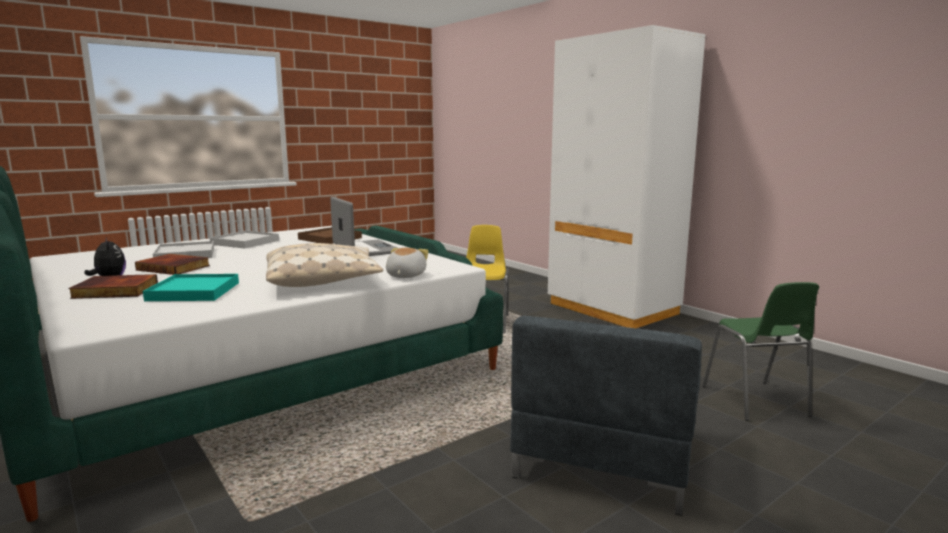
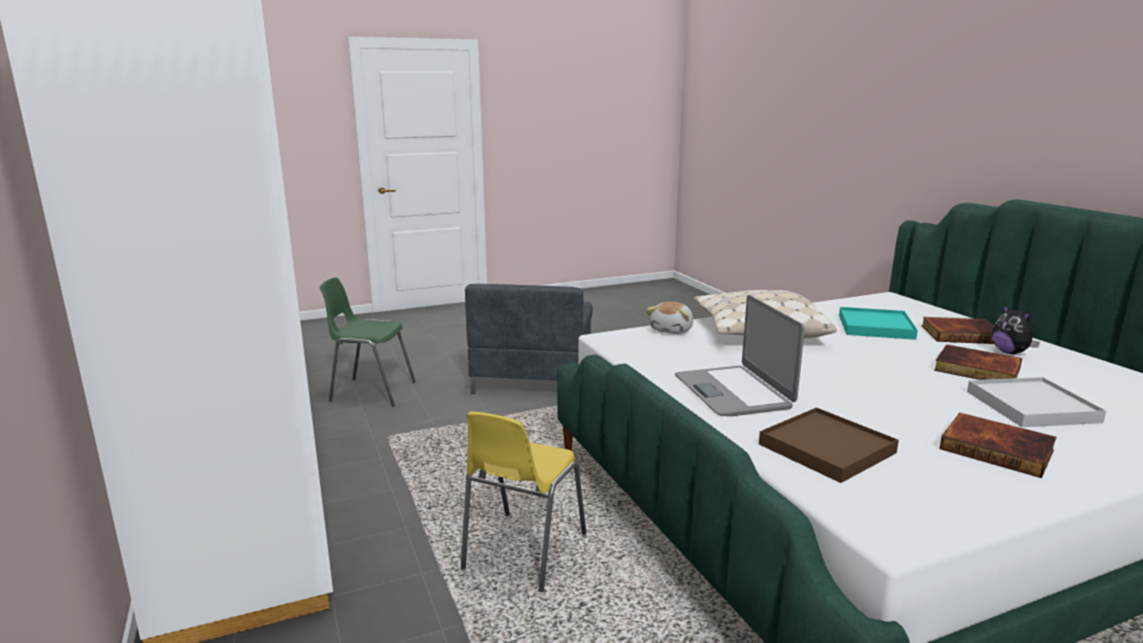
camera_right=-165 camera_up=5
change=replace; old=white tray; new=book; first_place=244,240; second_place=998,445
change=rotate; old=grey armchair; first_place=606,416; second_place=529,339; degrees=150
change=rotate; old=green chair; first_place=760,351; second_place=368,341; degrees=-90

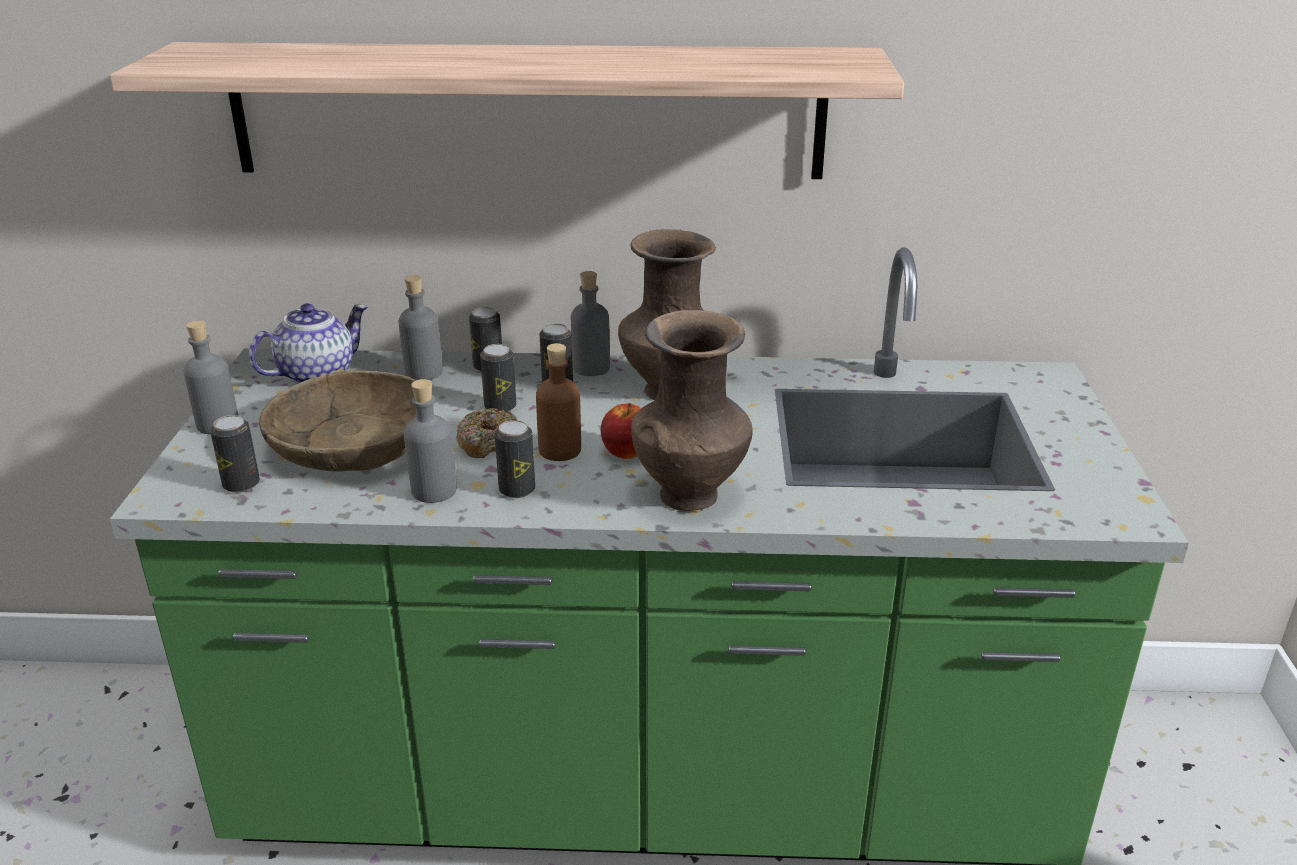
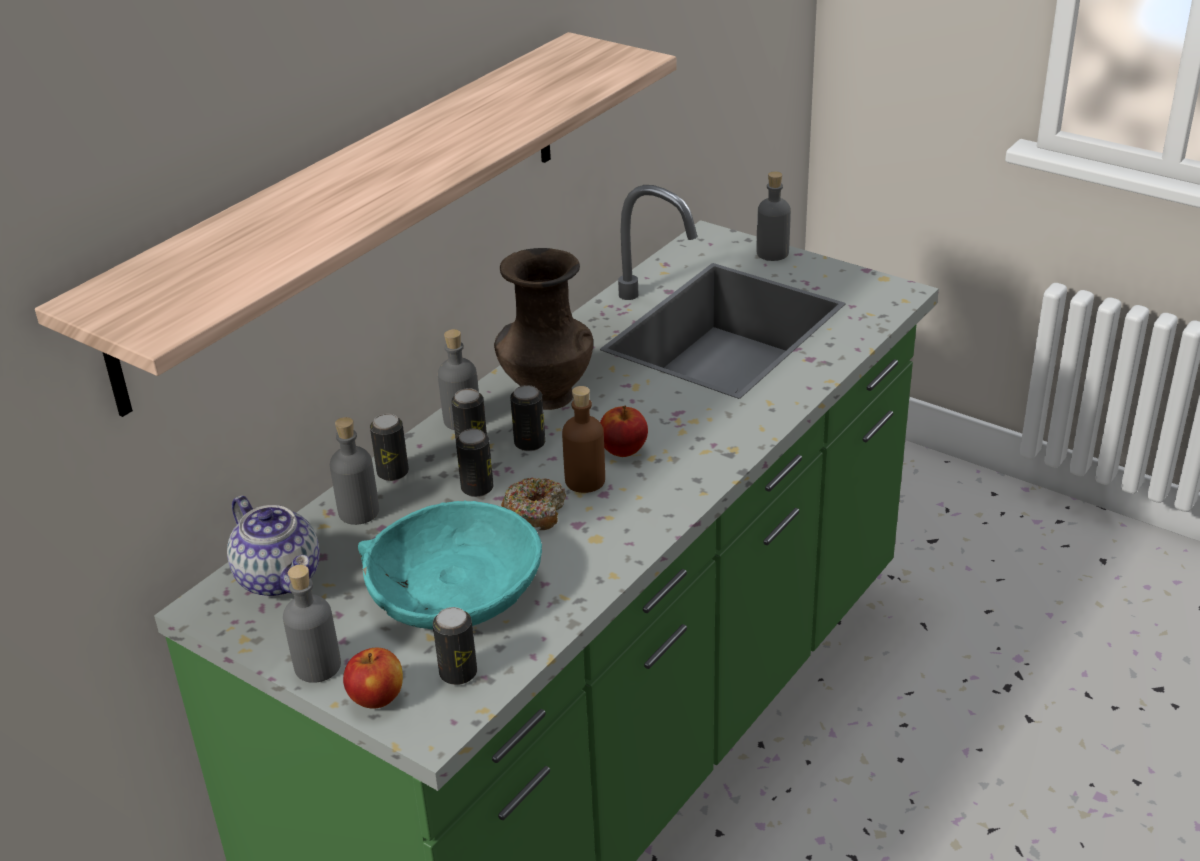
camera_right=-55 camera_up=5
change=rotate; old=teapot; first_place=308,343; second_place=273,546; degrees=150
change=recolor; old=brown bowl; new=turquoise bowl; first_place=338,420; second_place=450,564
change=move; old=grey bottle; first_place=430,441; second_place=774,216
change=move; old=can; first_place=515,459; second_place=527,418
change=delete; old=brown vase; first_place=692,410
change=insert; new=apple; second_place=373,678

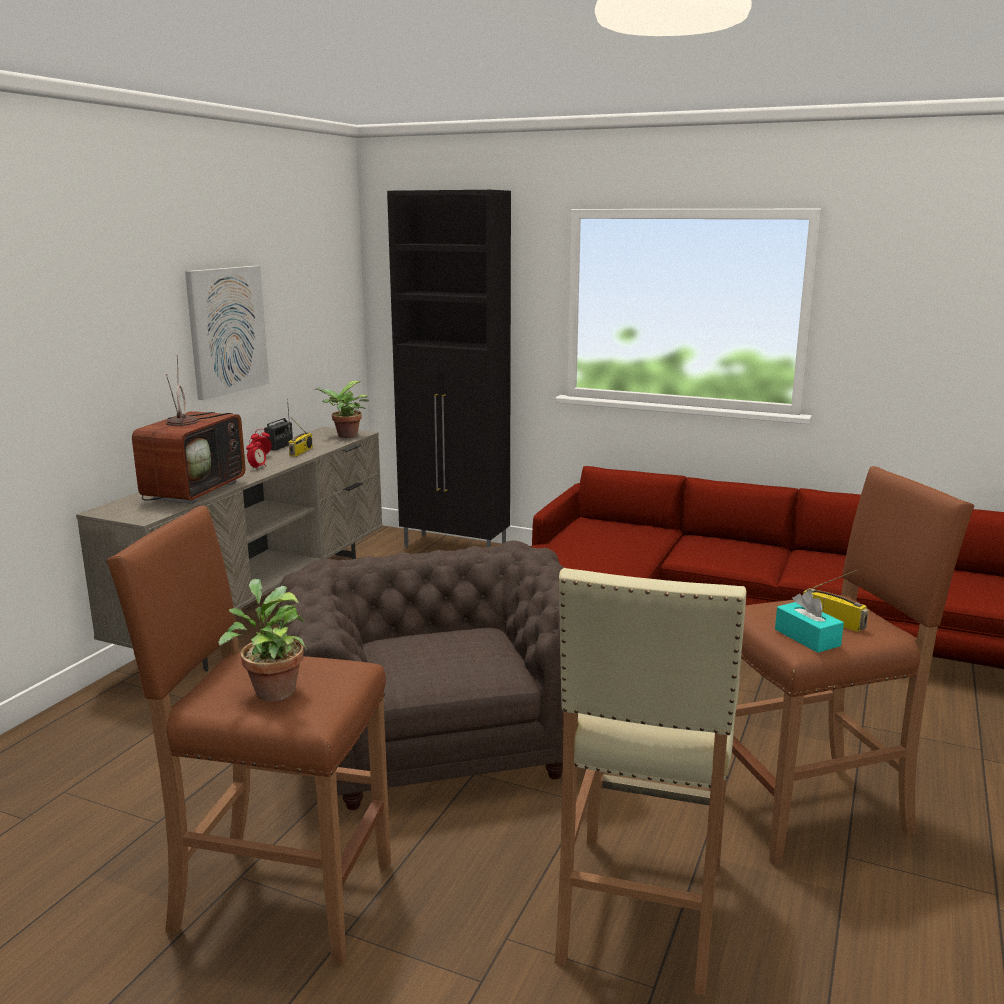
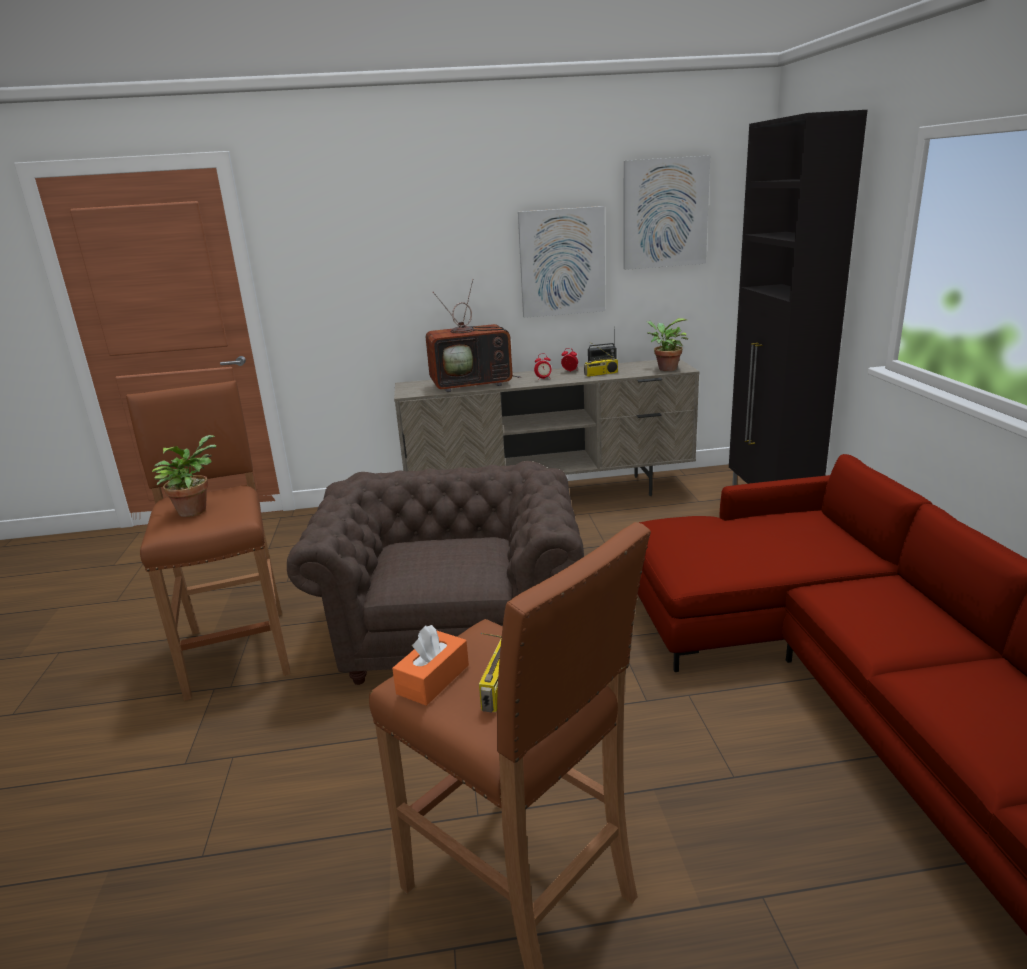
camera_right=60 camera_up=5
change=rotate; old=brown armchair; first_place=422,675; second_place=435,573; degrees=-45
change=delete; old=beige stool; first_place=650,782
change=recolor; old=turquoise tissue box; new=orange tissue box; first_place=809,622; second_place=430,665
change=insert; new=picture; second_place=667,212

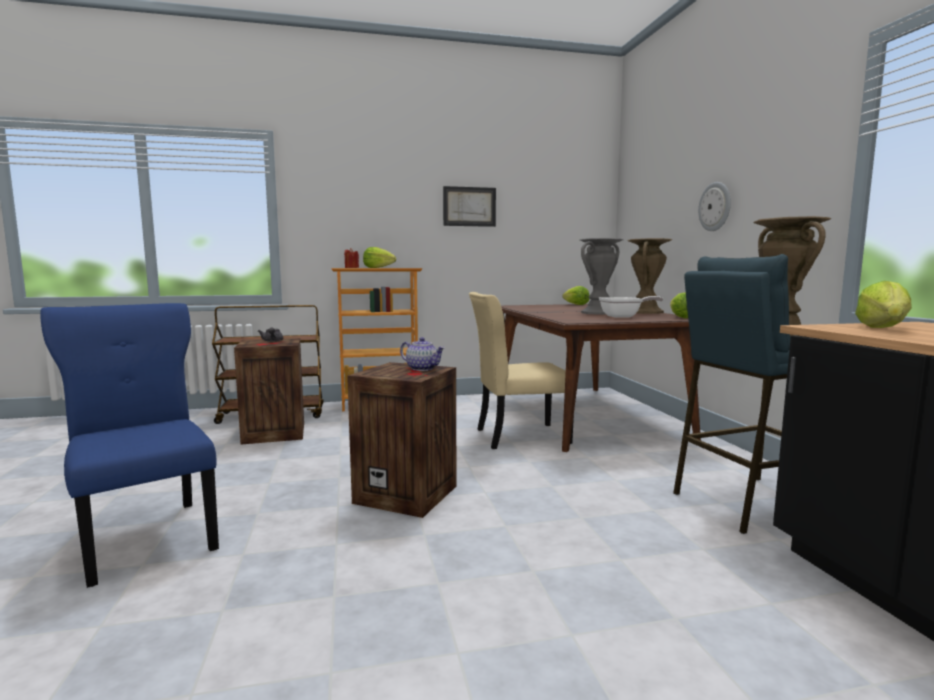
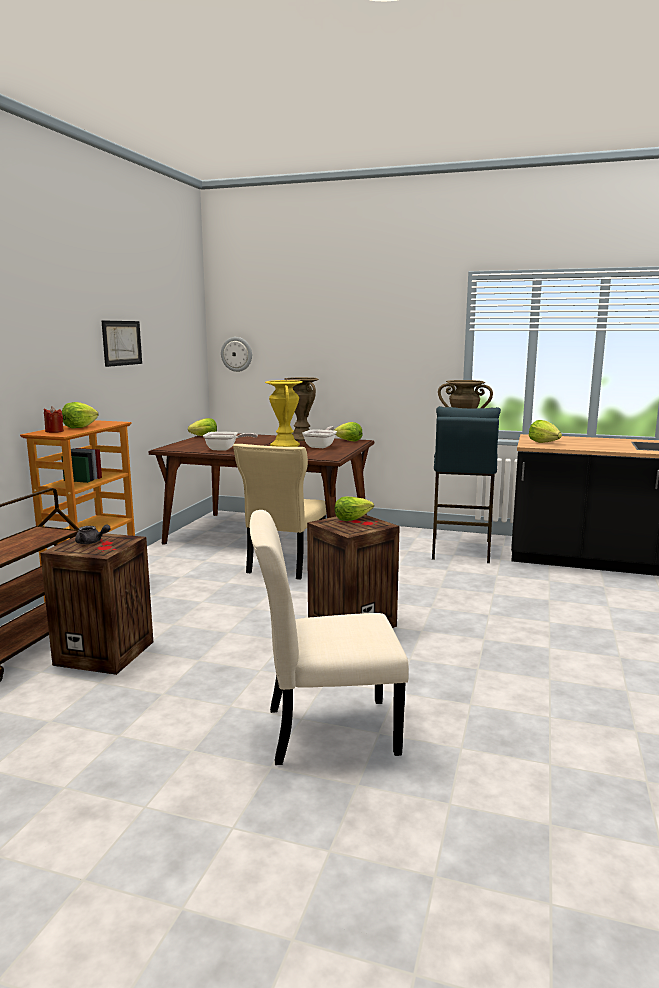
camera_right=-60 camera_up=5
change=recolor; old=blue chair; new=beige chair; first_place=129,445; second_place=329,637
change=replace; old=teapot; new=lettuce; first_place=422,354; second_place=354,508
change=recolor; old=grey vase; new=yellow vase; first_place=601,276; second_place=284,413
change=move; old=wall clock; first_place=714,206; second_place=236,354
change=insert; new=frying pan; second_place=230,441

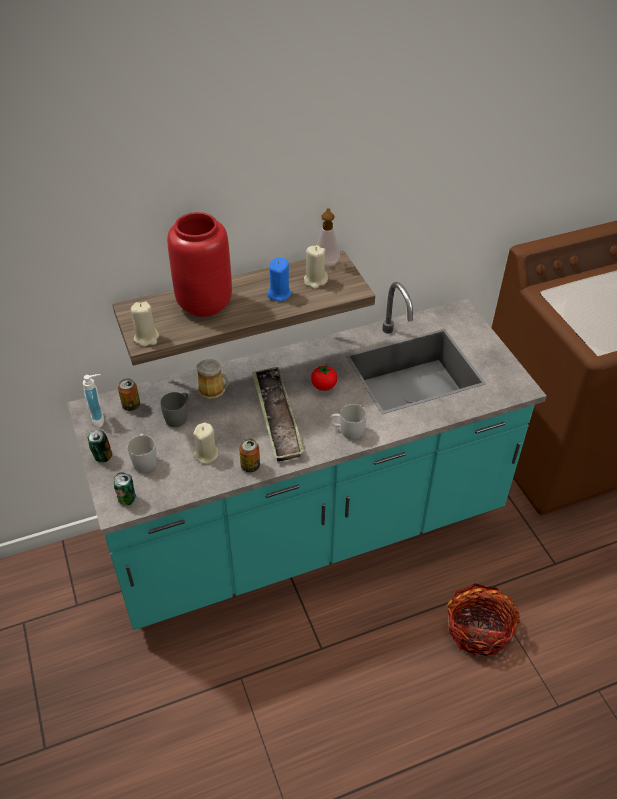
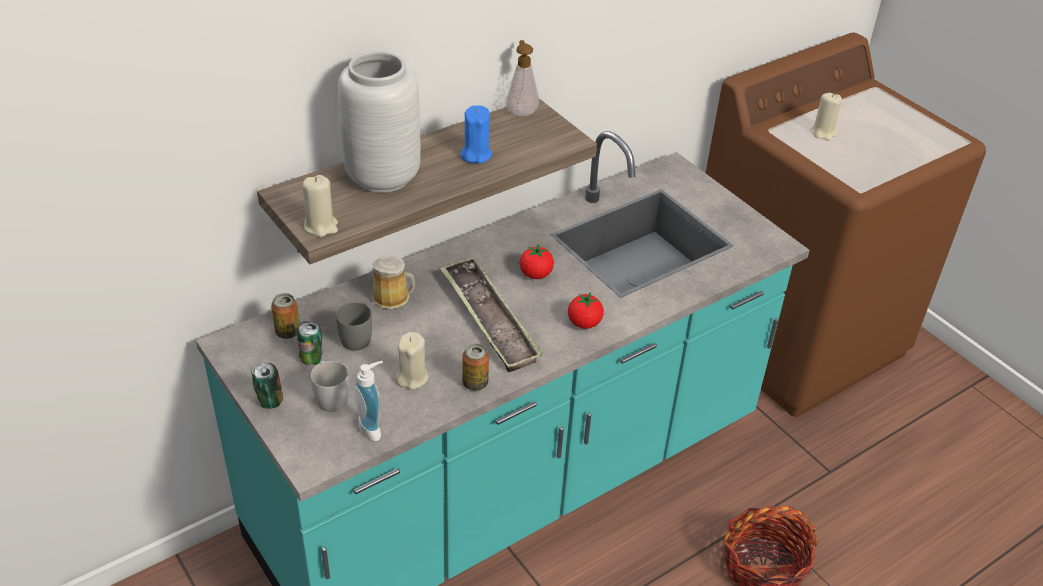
camera_right=-15 camera_up=-5
change=move; old=soap dispenser; first_place=93,400; second_place=368,401
change=move; old=can; first_place=125,488; second_place=309,343
change=recolor; old=red vase; new=grey vase; first_place=199,264; second_place=379,122
change=move; old=beige candle; first_place=316,267; second_place=826,117
change=replace; old=white mug; new=tomato; first_place=348,422; second_place=586,310

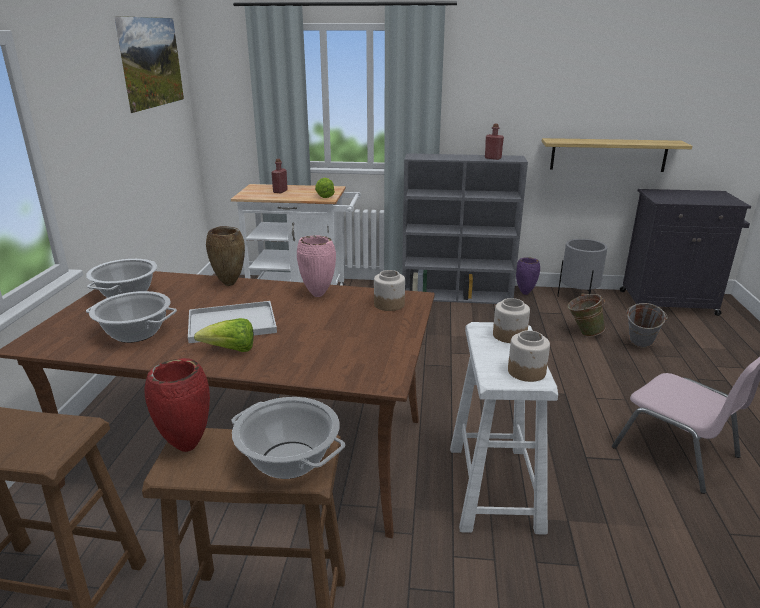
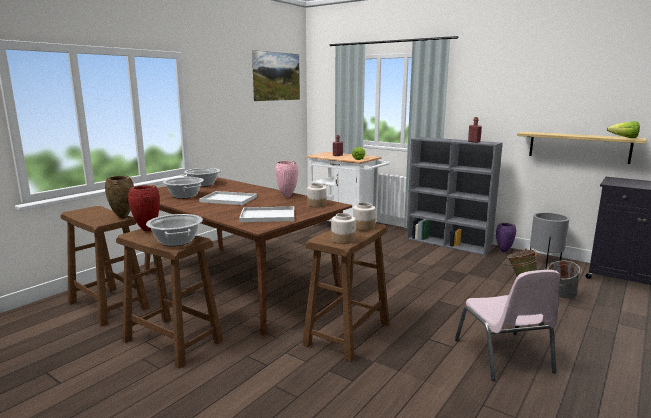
camera_right=30 camera_up=-10
change=move; old=lettuce; first_place=224,335; second_place=623,129
change=move; old=brown vase; first_place=225,256; second_place=119,197
change=recolor; old=white stool; new=brown stool; first_place=504,428; second_place=345,292
change=insert; new=white tray; second_place=266,214

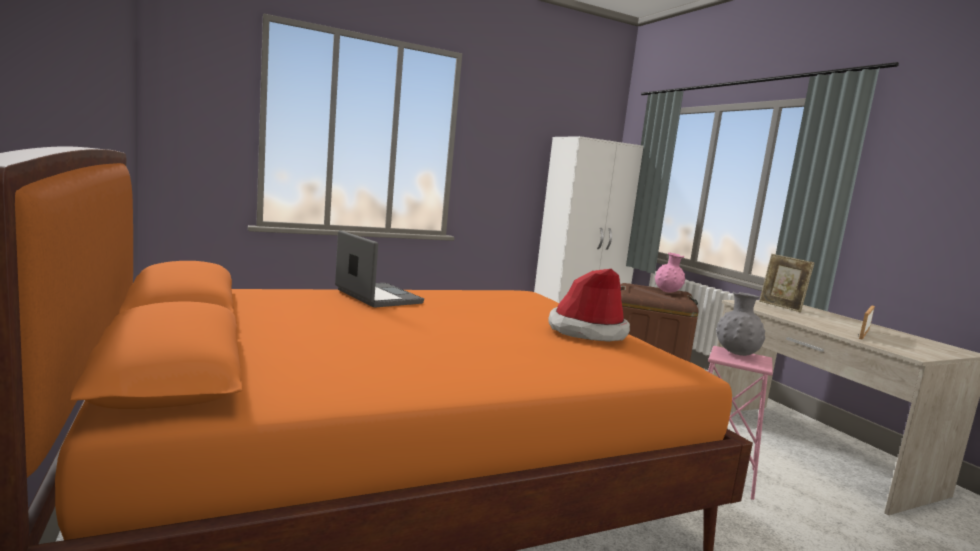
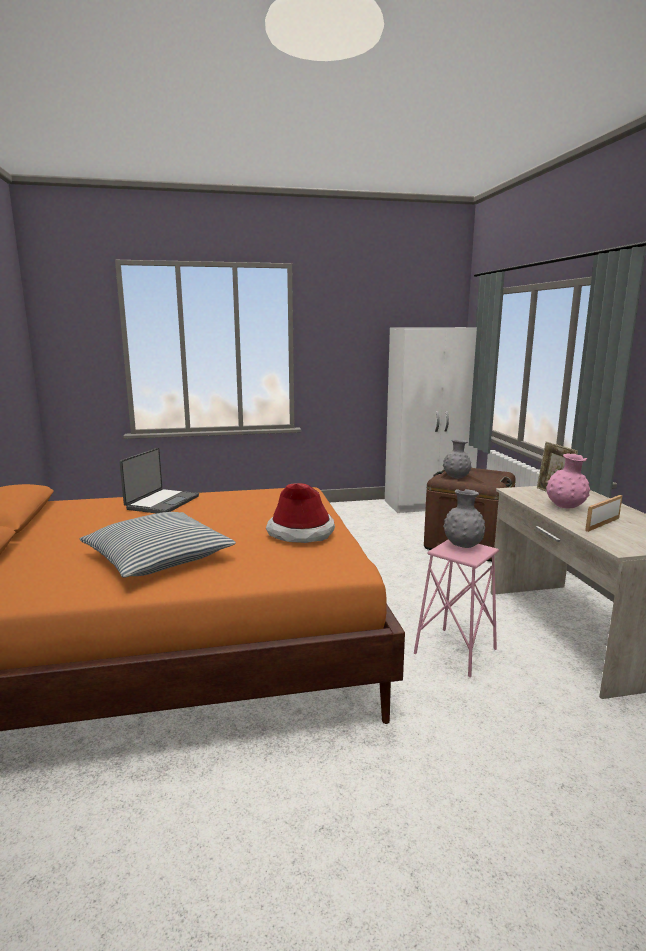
camera_right=15 camera_up=5
change=rotate; old=laptop; first_place=379,269; second_place=159,481; degrees=45
change=move; old=pink vase; first_place=670,272; second_place=568,481
change=insert; new=pillow; second_place=157,545
change=insert; new=grey vase; second_place=457,459

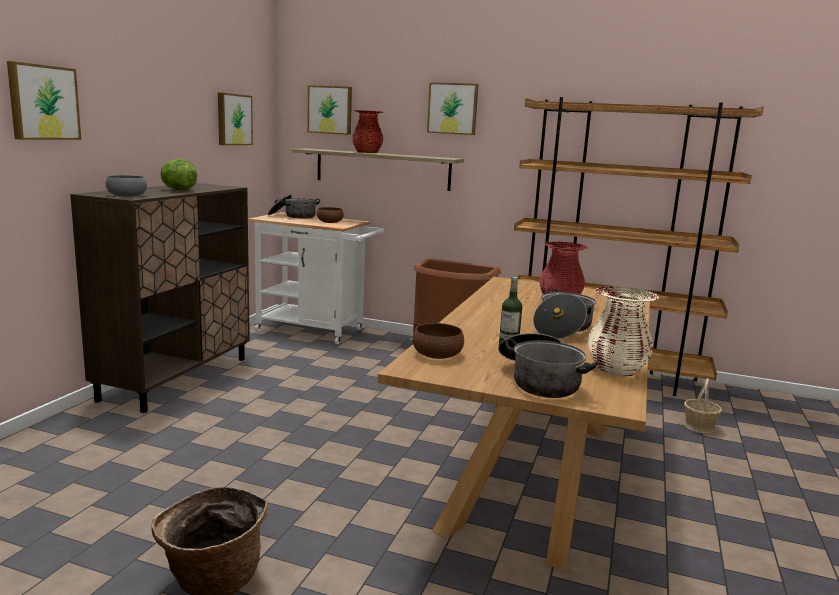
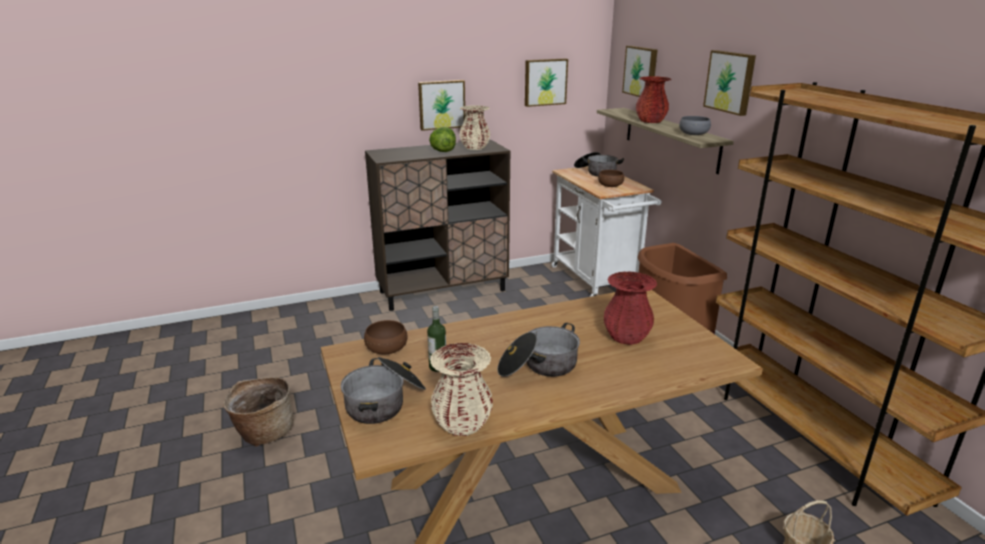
camera_right=50 camera_up=10
change=move; old=picture; first_place=44,100; second_place=441,105
change=move; old=grey bowl; first_place=126,186; second_place=695,125
change=insert; new=beige vase; second_place=474,127

